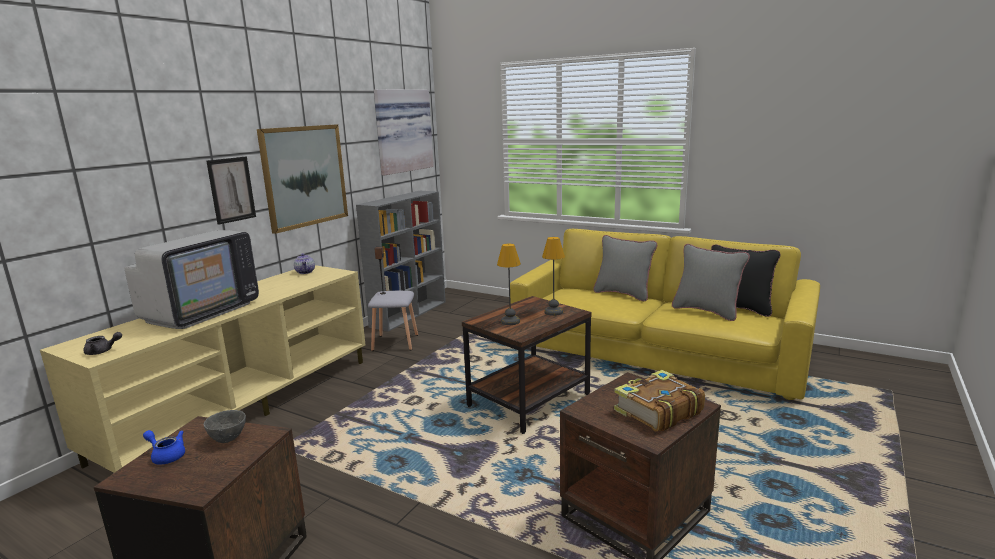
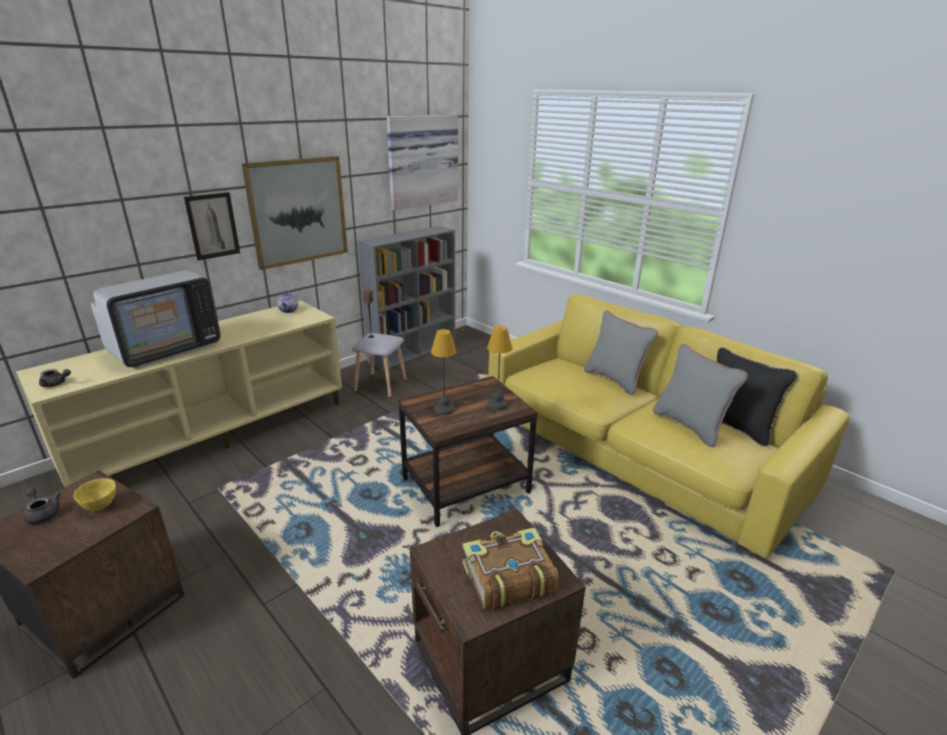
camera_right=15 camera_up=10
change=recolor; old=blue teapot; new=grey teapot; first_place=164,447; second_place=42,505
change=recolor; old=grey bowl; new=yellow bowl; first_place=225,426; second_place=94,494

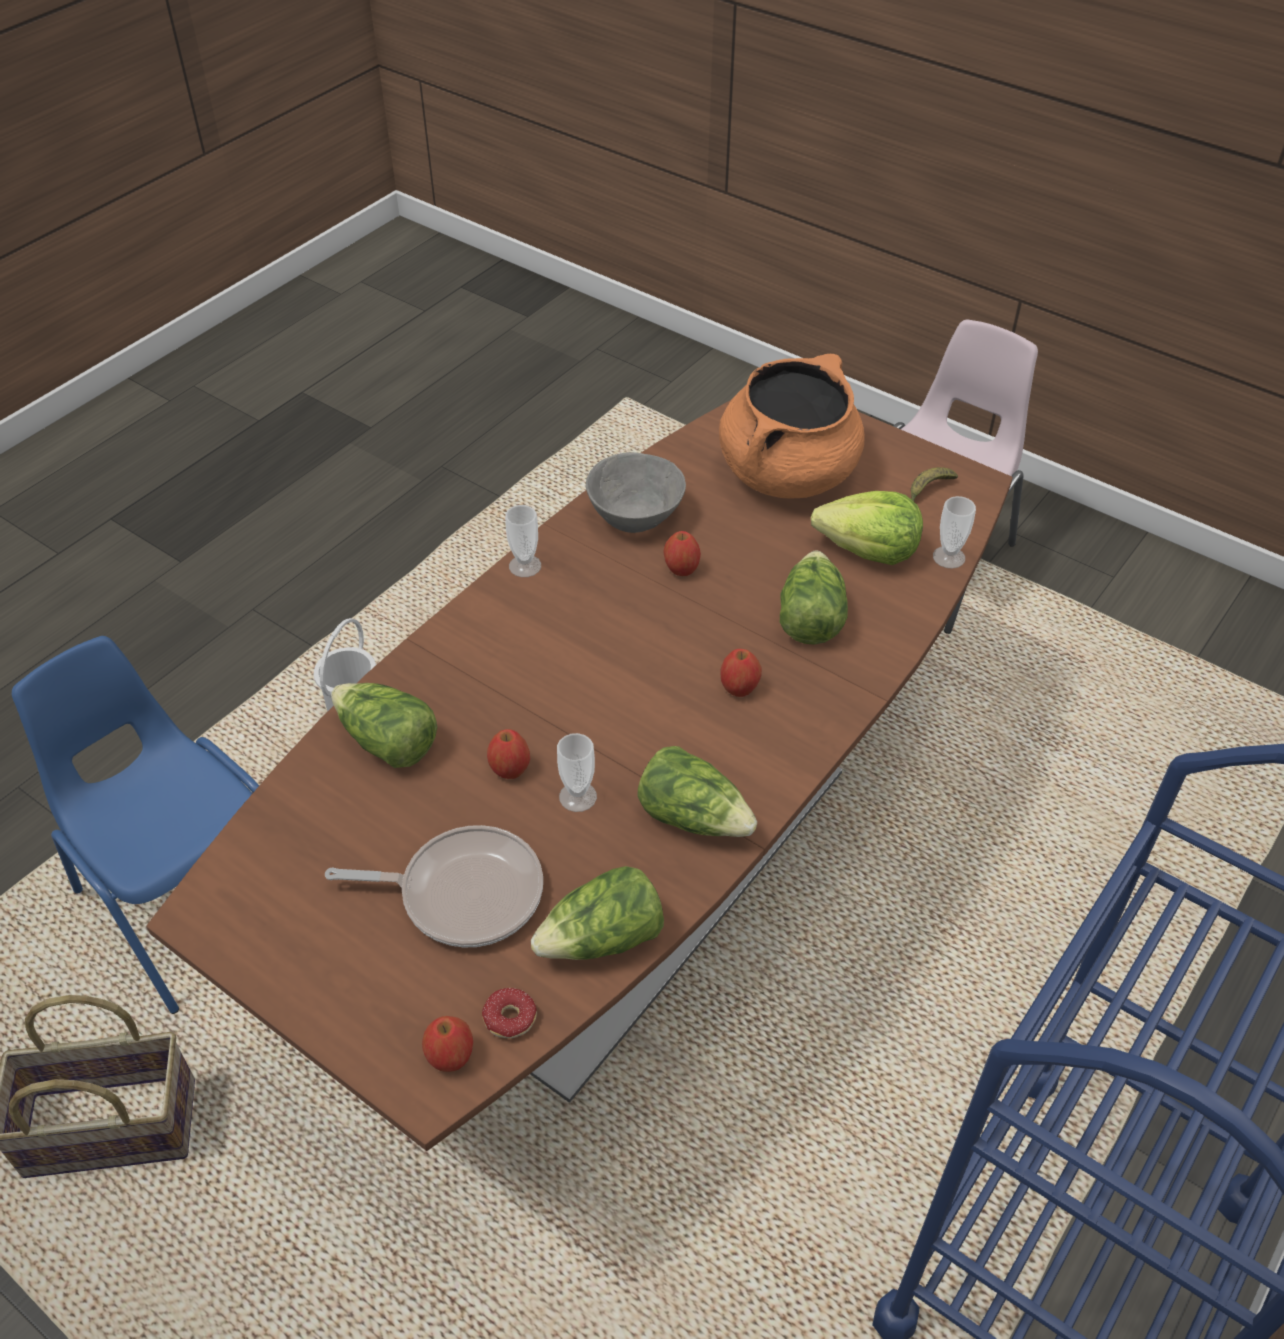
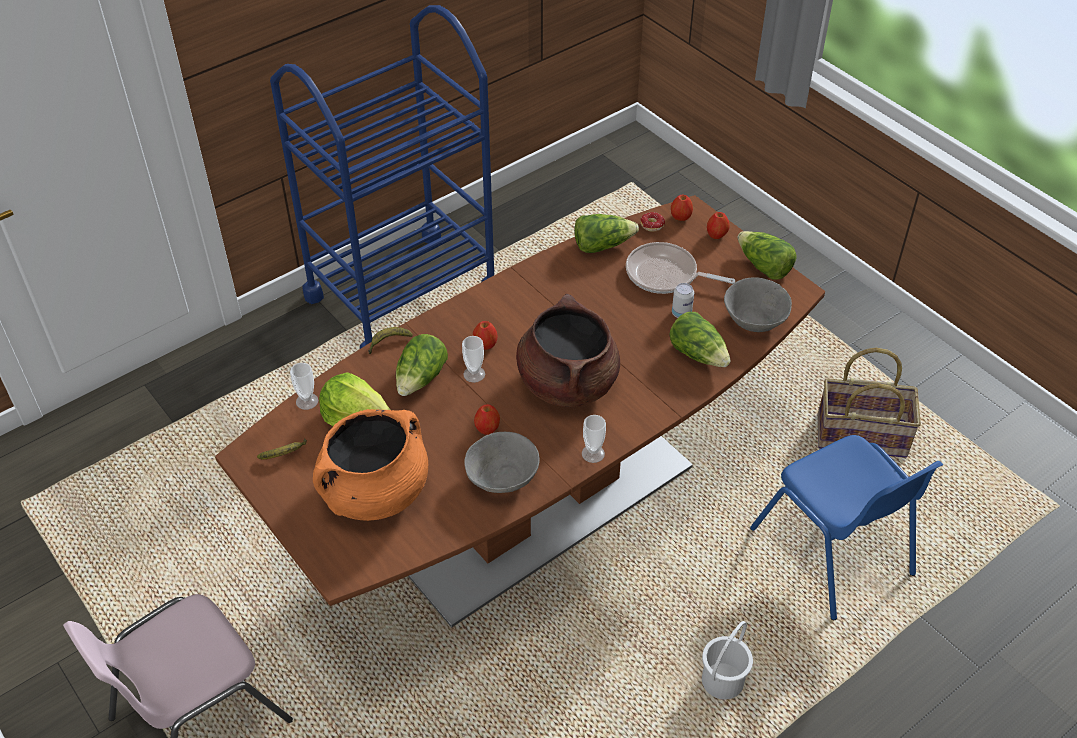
camera_right=-165 camera_up=0
change=move; old=apple; first_place=508,754; second_place=718,225
change=move; old=cup; first_place=577,772; second_place=473,359
change=move; old=lettuce; first_place=697,791; second_place=767,255
change=insert; new=banana; second_place=390,340
change=insert; new=brown cooking pot; second_place=568,350
change=insert; new=can; second_place=683,300
change=insert; new=grey bowl; second_place=758,304

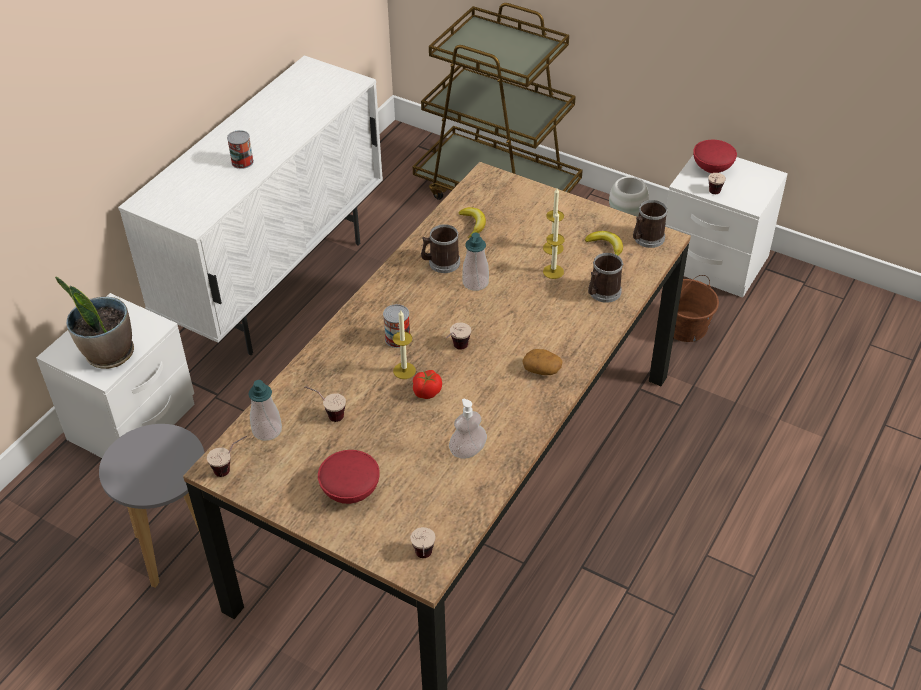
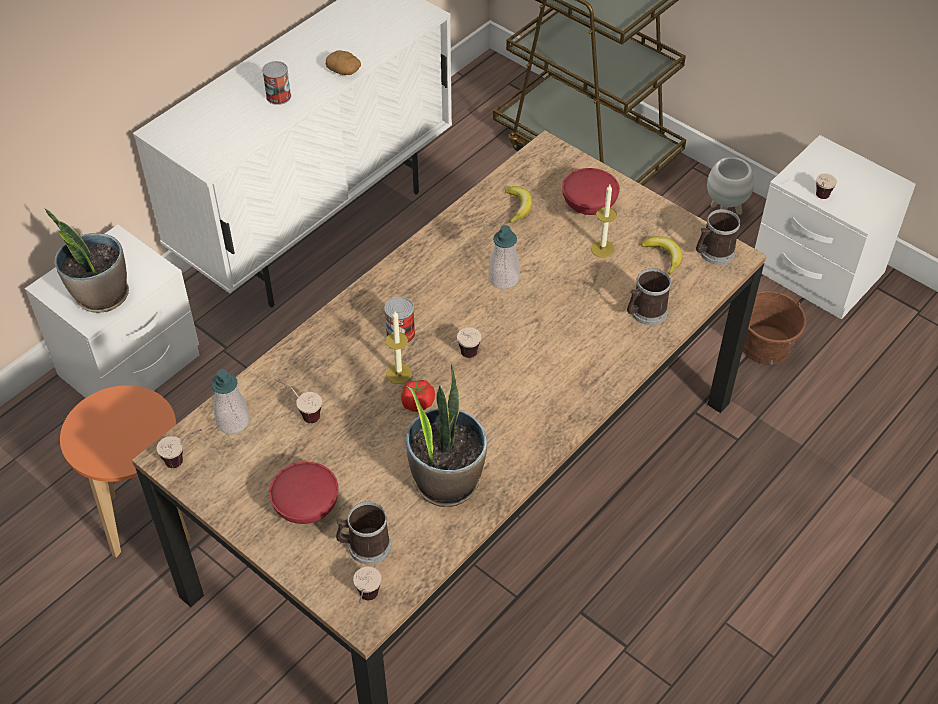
camera_right=10 camera_up=5
change=recolor; old=grey stool; new=orange stool; first_place=152,506; second_place=125,471
change=move; old=mug; first_place=440,248; second_place=363,533
change=replace; old=soap dispenser; new=potted plant; first_place=468,429; second_place=447,435
change=move; old=potato; first_place=542,362; second_place=343,62
change=delete; old=candle; first_place=553,245
change=move; old=red bowl; first_place=715,156; second_place=591,191

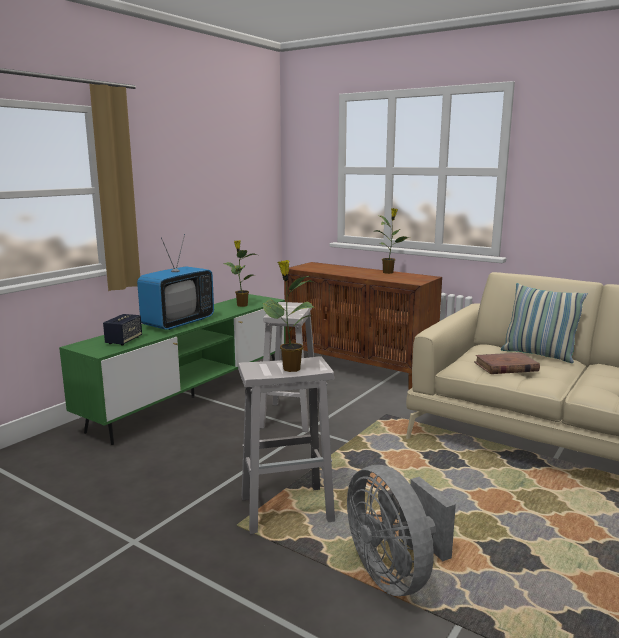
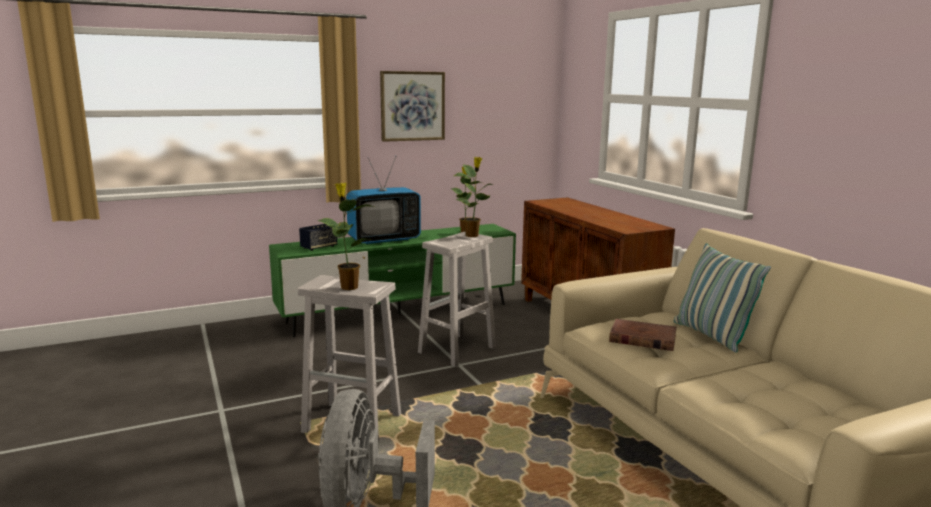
camera_right=30 camera_up=0
change=move; old=potted plant; first_place=392,241; second_place=473,197
change=insert; new=picture; second_place=412,106

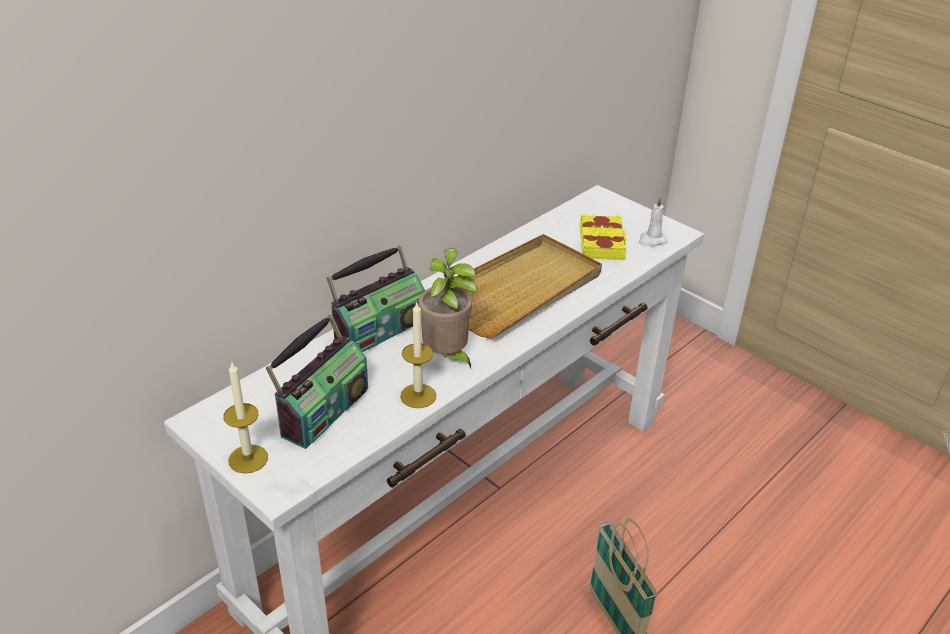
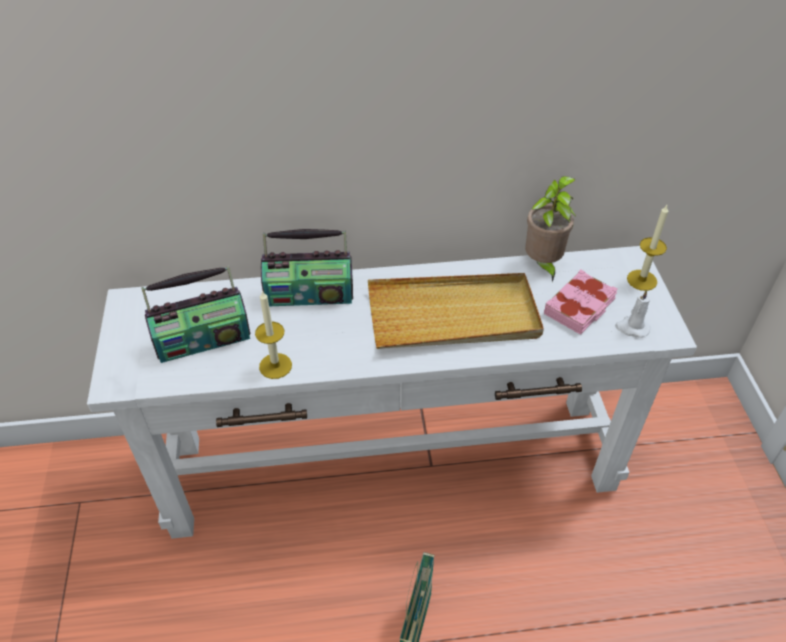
camera_right=40 camera_up=10
change=move; old=candle; first_place=245,418; second_place=647,248
change=move; old=potted plant; first_place=447,308; second_place=551,229
change=recolor; old=yellow book; new=pink book; first_place=603,237; second_place=580,302

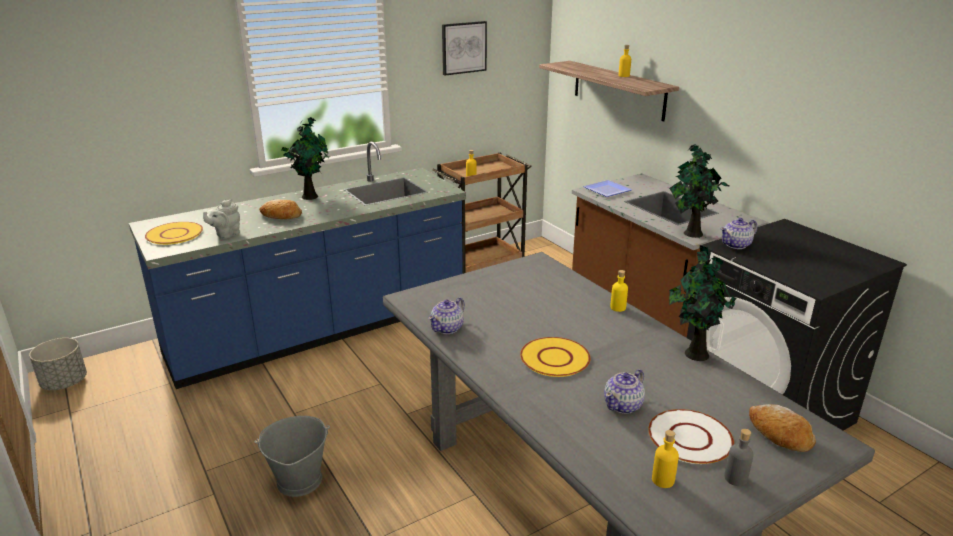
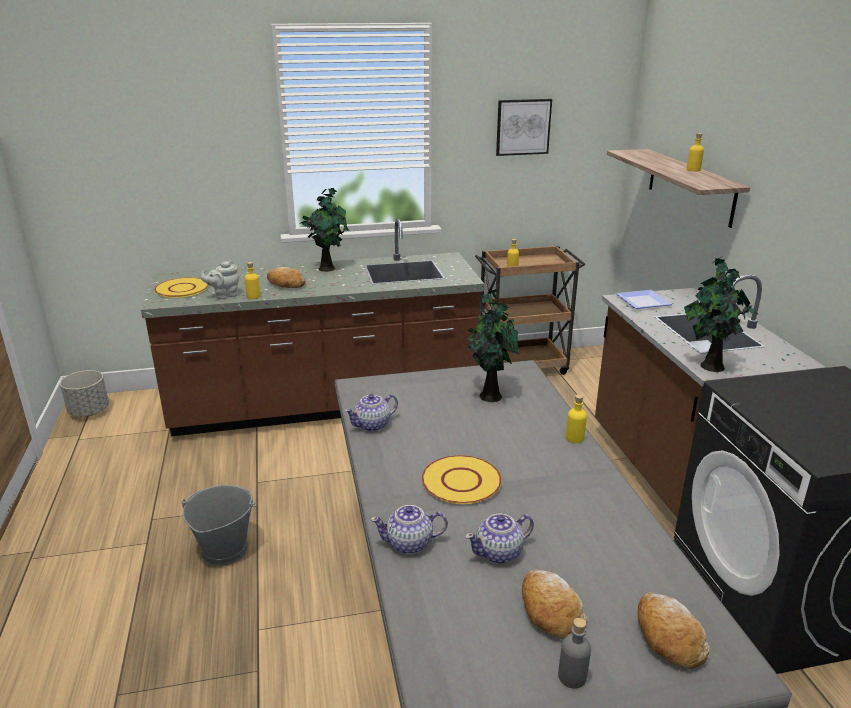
camera_right=20 camera_up=0
change=recolor; old=blue counter; new=brown counter; first_place=297,265; second_place=312,327
change=replace; old=white plate; new=bread; first_place=691,436; second_place=554,604
change=move; old=yellow bottle; first_place=665,459; second_place=252,280
change=move; old=potted plant; first_place=703,303; second_place=492,345
change=move; old=teapot; first_place=738,233; second_place=409,529

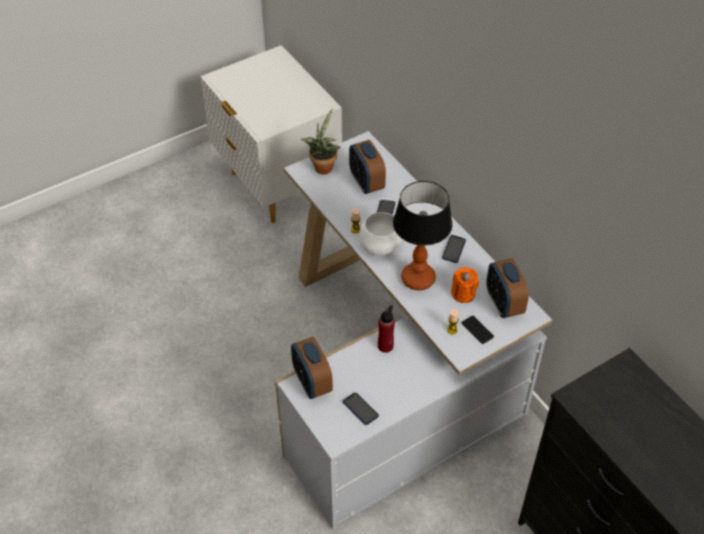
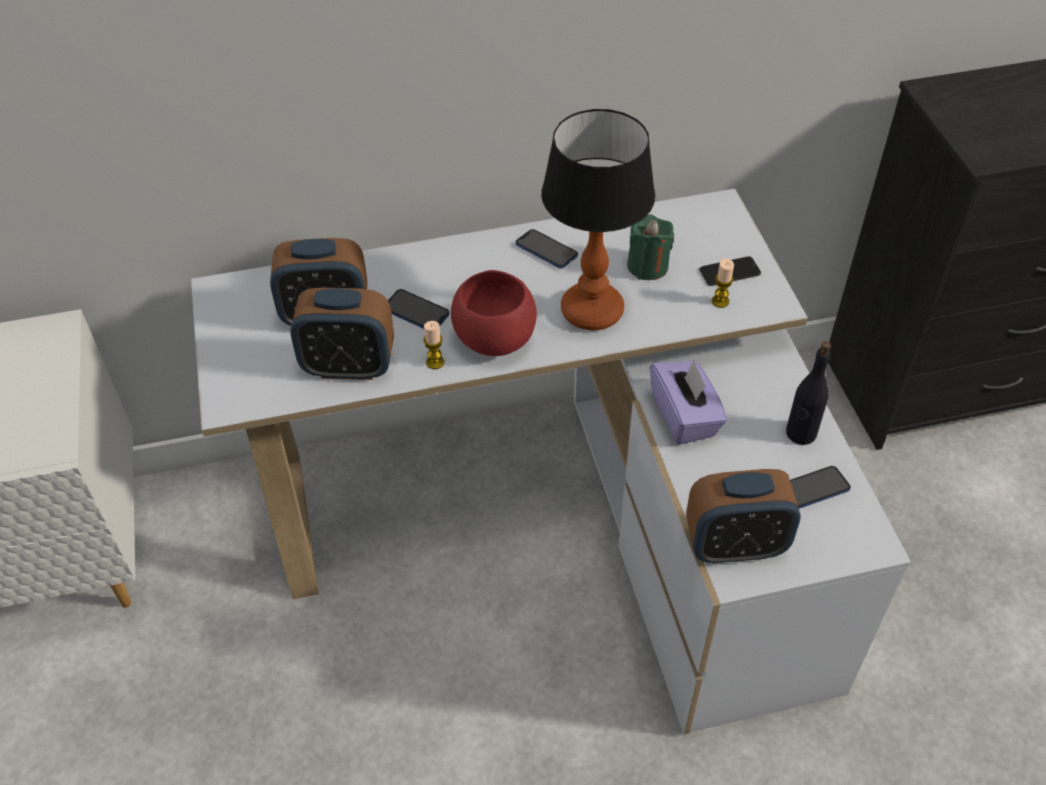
camera_right=-70 camera_up=0
change=delete; old=potted plant; first_place=320,141
change=recolor; old=white bowl; new=red bowl; first_place=380,234; second_place=494,313
change=replace; old=red bottle; new=purple tissue box; first_place=386,329; second_place=688,402
change=recolor; old=orange candle; new=green candle; first_place=465,285; second_place=650,247
change=move; old=alarm clock; first_place=507,288; second_place=342,334
change=insert; new=black bottle; second_place=808,393

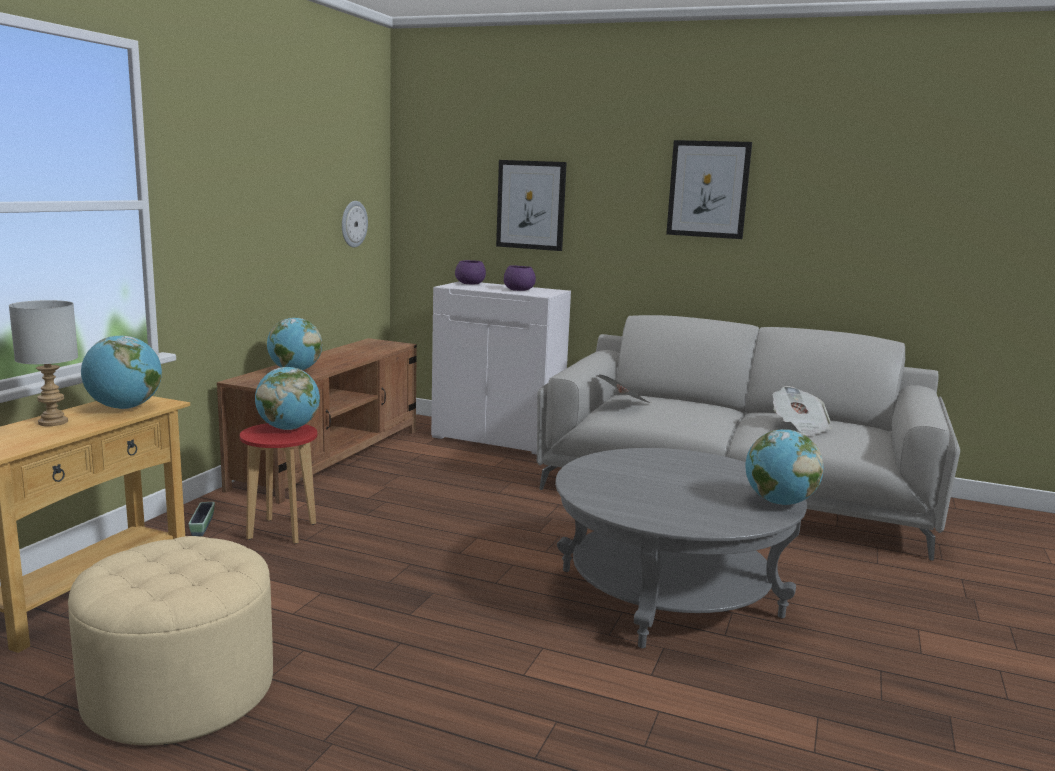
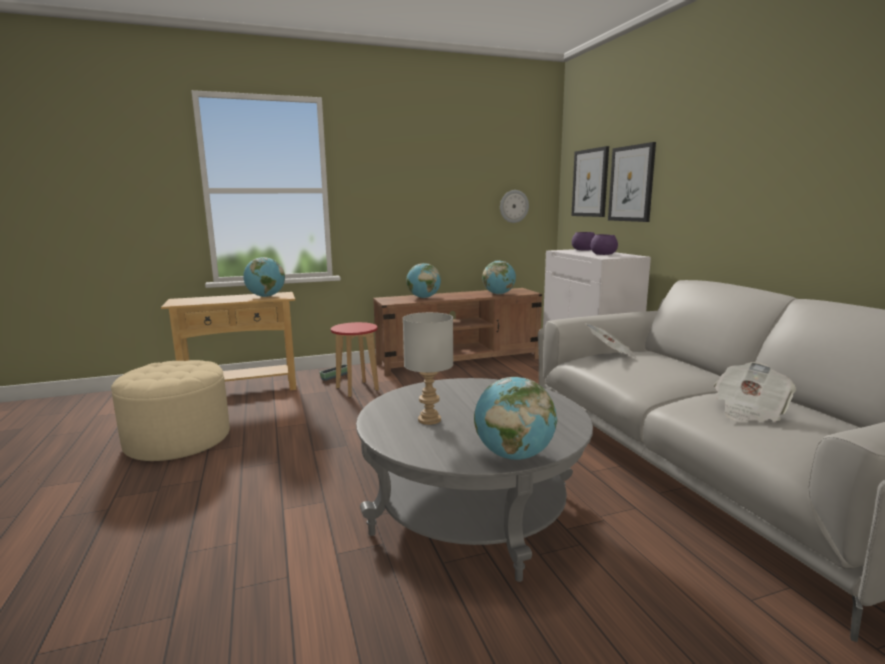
camera_right=50 camera_up=0
change=move; old=grey table lamp; first_place=43,363; second_place=428,368
change=move; old=globe; first_place=287,398; second_place=499,278
change=move; old=picture; first_place=709,189; second_place=590,181

